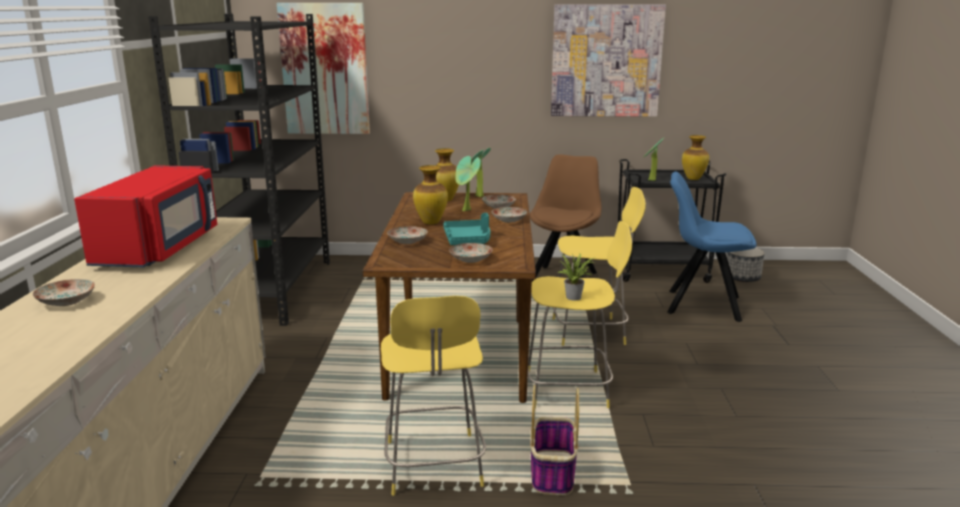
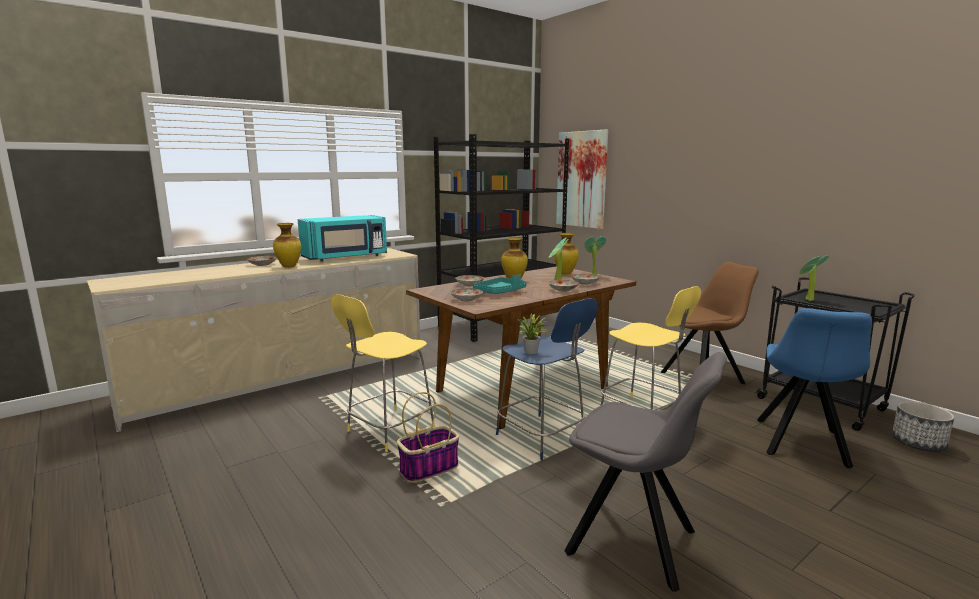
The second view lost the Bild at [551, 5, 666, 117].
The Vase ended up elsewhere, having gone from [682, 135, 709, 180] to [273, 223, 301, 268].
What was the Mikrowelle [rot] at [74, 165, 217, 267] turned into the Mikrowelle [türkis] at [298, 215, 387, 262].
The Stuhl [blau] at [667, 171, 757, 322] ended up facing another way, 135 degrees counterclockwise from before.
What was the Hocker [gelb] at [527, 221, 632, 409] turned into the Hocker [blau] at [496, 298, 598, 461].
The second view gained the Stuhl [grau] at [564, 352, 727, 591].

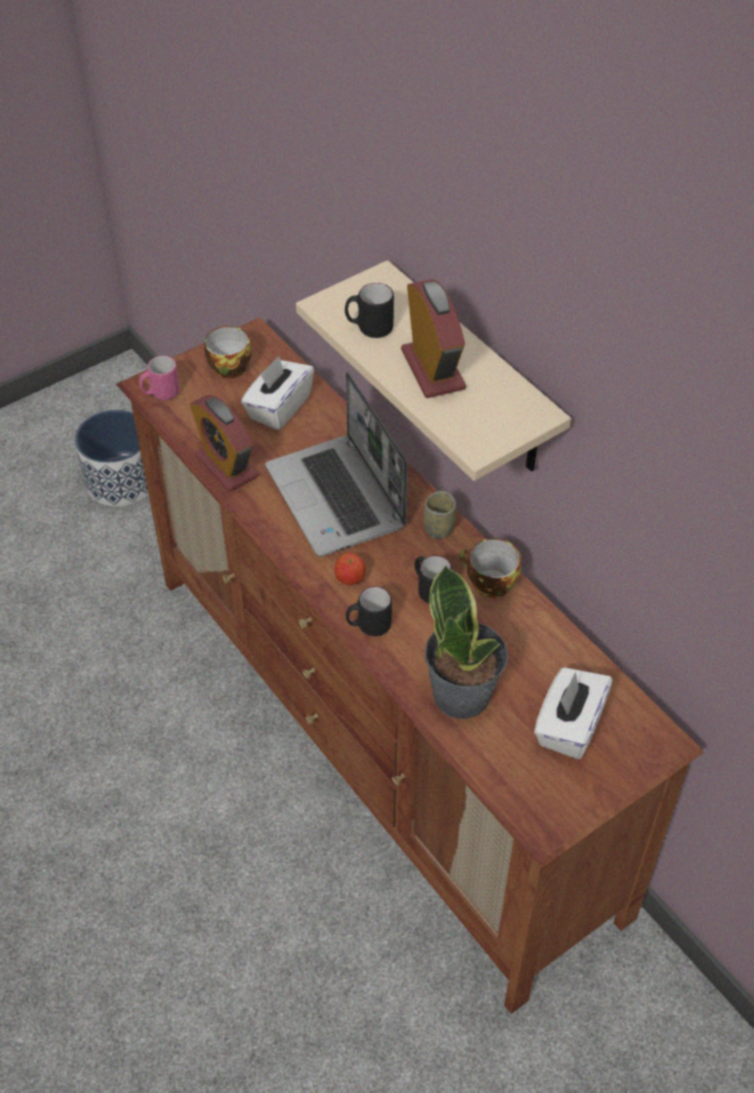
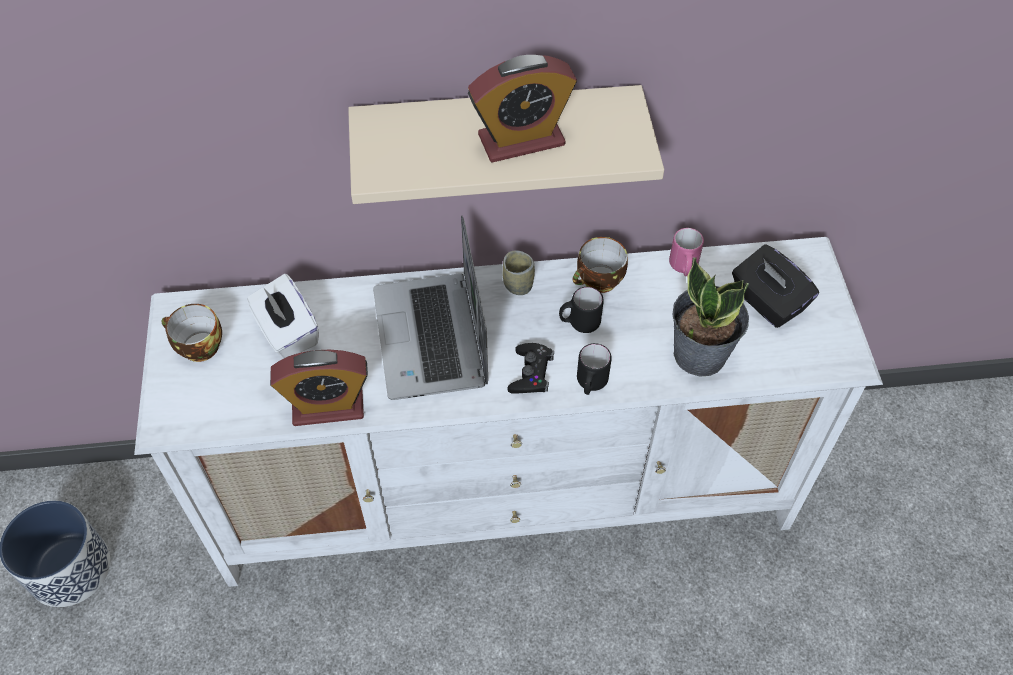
The Wecker at [401, 279, 466, 398] ended up facing another way, 150 degrees clockwise from before.
The second view lost the Henkelbecher [schwarz] at [345, 283, 394, 338].
What was the Kommode [braun] at [116, 318, 703, 1014] turned into the Kommode [weiß] at [134, 237, 883, 587].
The Henkelbecher [rosa] ended up elsewhere, having gone from [139, 356, 180, 400] to [669, 228, 704, 276].
The Laptop at [265, 372, 408, 557] ended up facing another way, 75 degrees clockwise from before.
Where the Apfel stood at [334, 553, 366, 585], the Gamepad [schwarz] came to stand at [507, 343, 554, 394].
What was the Taschentuchbox [weiß] at [534, 668, 612, 759] turned into the Taschentuchbox [schwarz] at [732, 244, 819, 328].

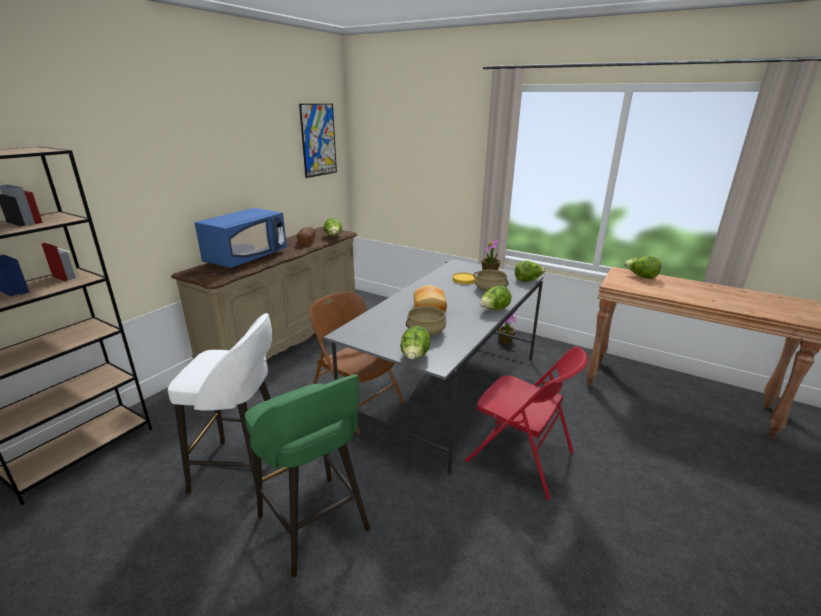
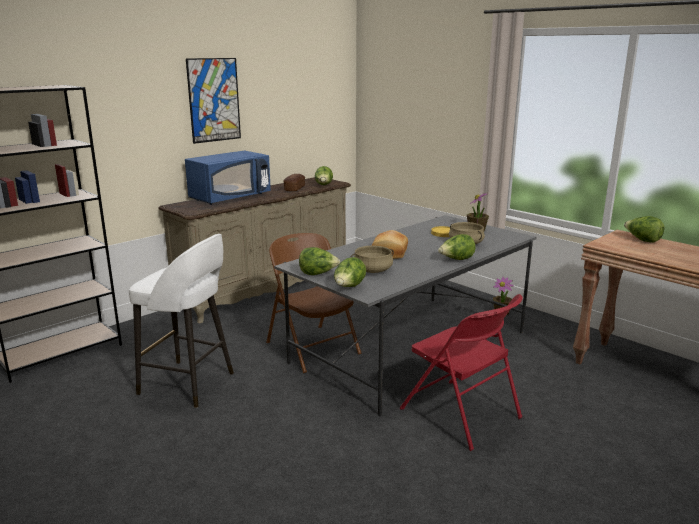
The Bild ended up elsewhere, having gone from [299, 104, 337, 178] to [186, 58, 241, 144].
The Salatkopf ended up elsewhere, having gone from [515, 261, 546, 282] to [299, 247, 340, 275].
The second view lost the Hocker [grün] at [245, 374, 370, 577].

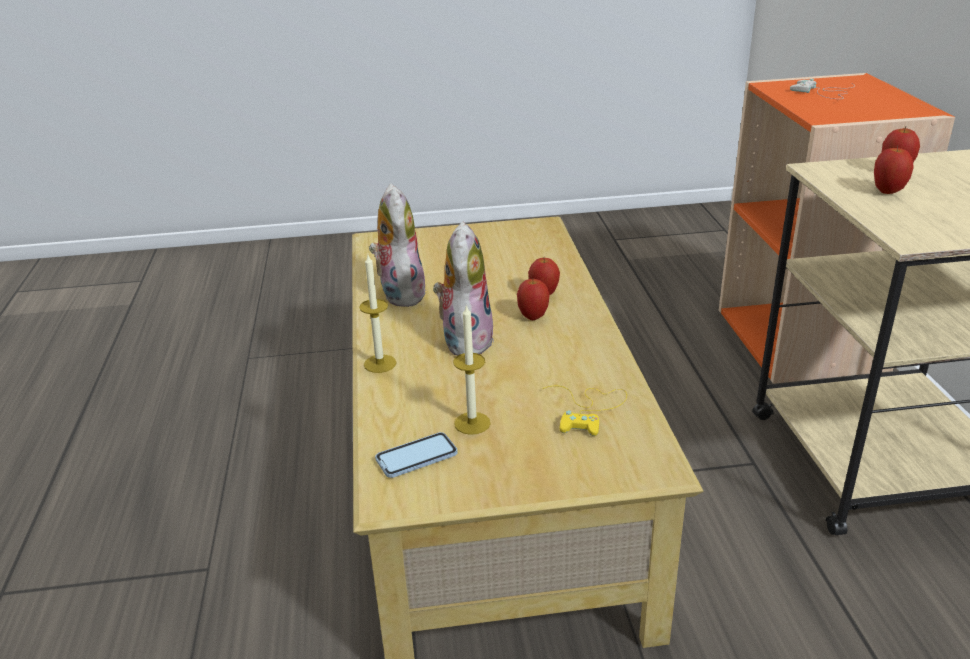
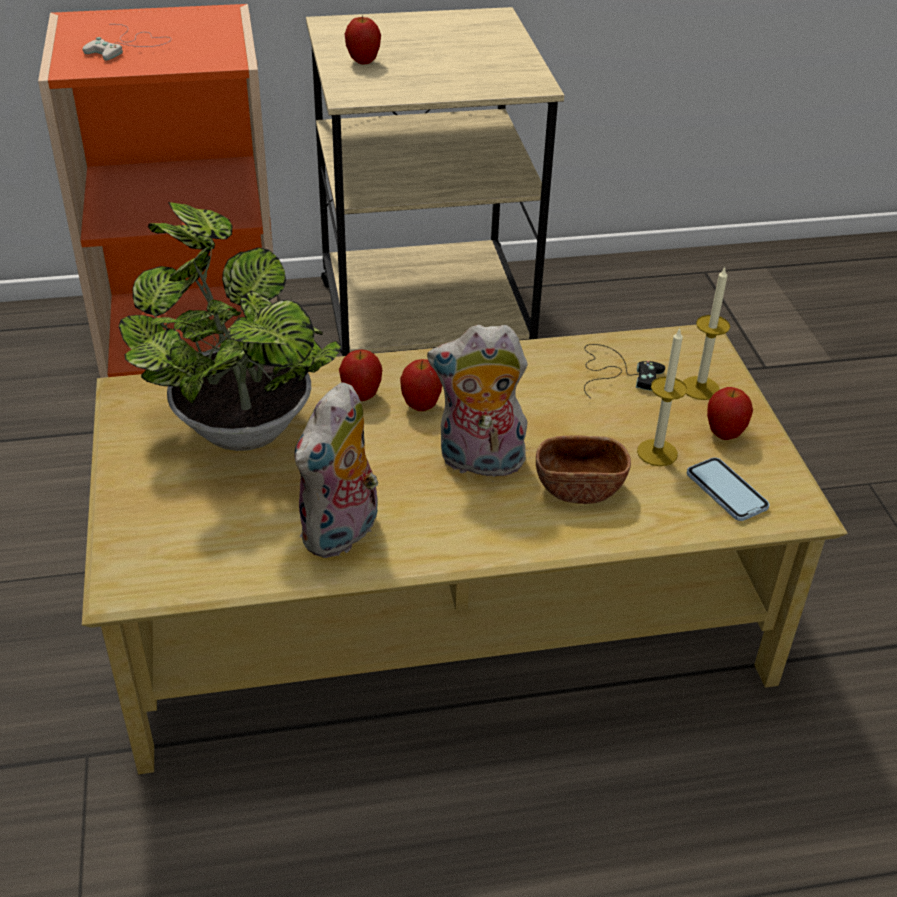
The Apfel ended up elsewhere, having gone from [874, 145, 914, 194] to [707, 387, 753, 440].
The Plüschtier at [369, 184, 426, 307] ended up facing another way, 45 degrees counterclockwise from before.
The Kerze ended up elsewhere, having gone from [359, 255, 397, 373] to [683, 267, 730, 400].
What was the Gamepad [gelb] at [542, 386, 627, 436] turned into the Gamepad [schwarz] at [584, 344, 665, 398].
The second view gained the Topfpflanze at [119, 202, 341, 451].
The second view gained the Schüssel [braun] at [536, 436, 631, 504].

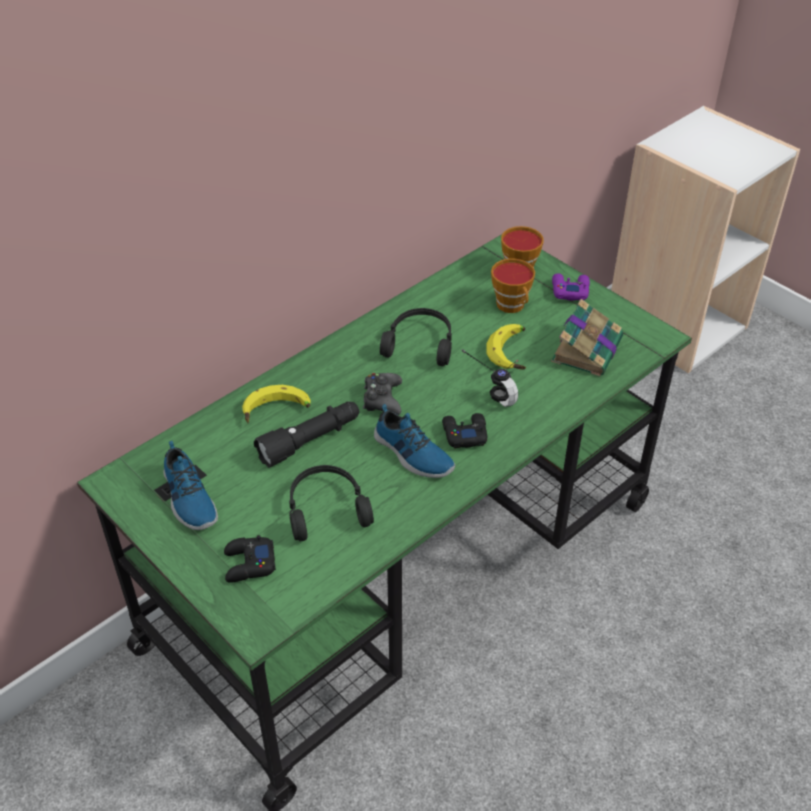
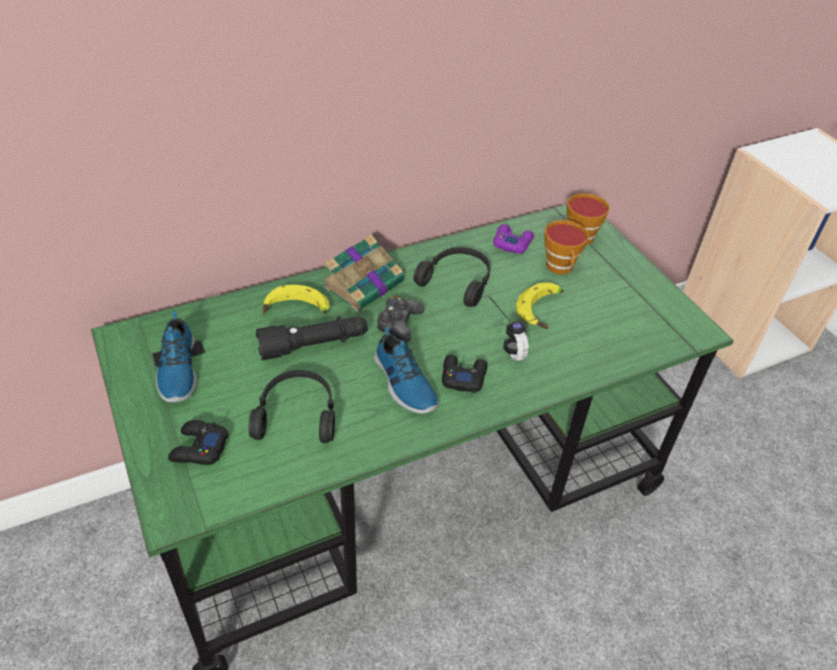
The Gamepad [lila] ended up elsewhere, having gone from [552, 273, 590, 301] to [493, 224, 534, 254].
The Buch ended up elsewhere, having gone from [551, 299, 623, 376] to [322, 234, 405, 311].

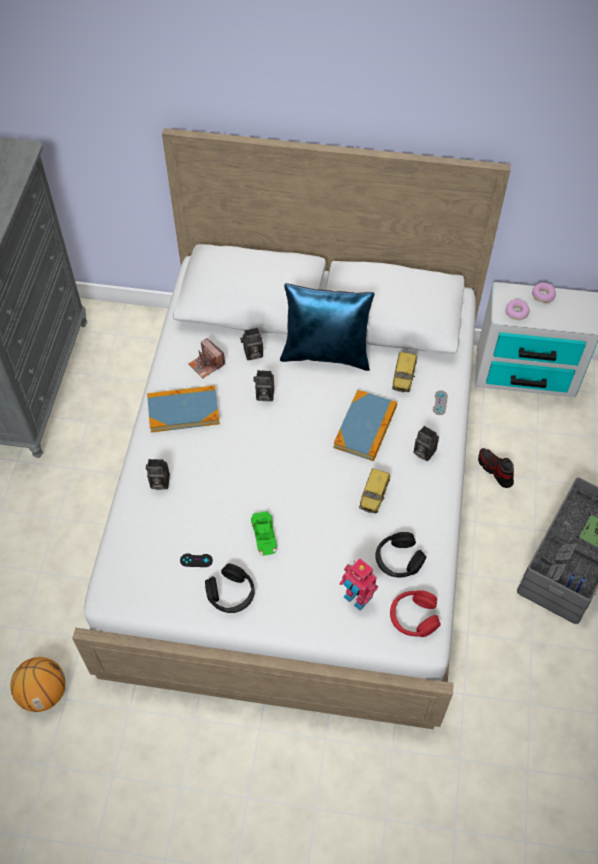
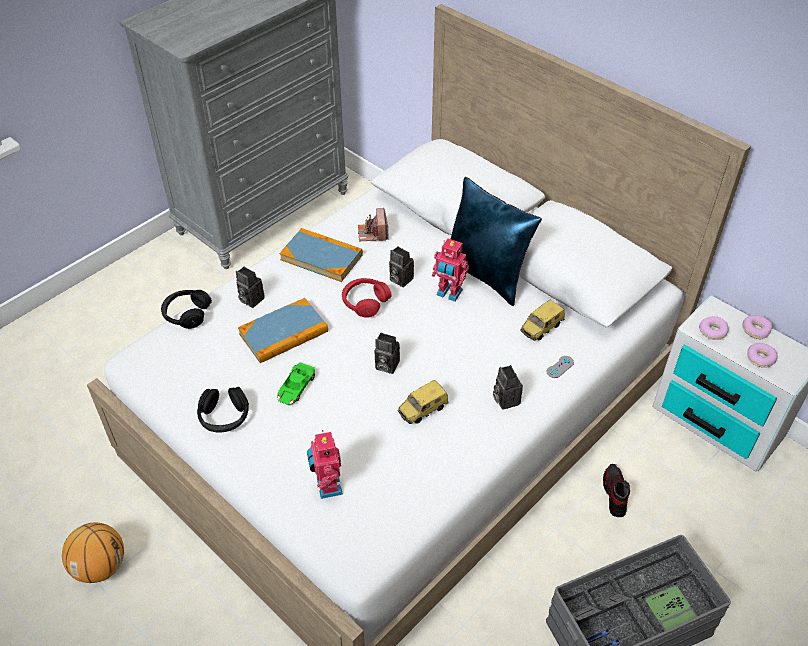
The Kamera ended up elsewhere, having gone from [240, 328, 263, 360] to [374, 333, 400, 374].
The Buch ended up elsewhere, having gone from [333, 390, 397, 461] to [238, 298, 328, 363].
The Kopfhörer [schwarz] ended up elsewhere, having gone from [375, 532, 426, 578] to [161, 290, 212, 329].
The second view lost the Gamepad [schwarz] at [180, 553, 213, 567].
The Kopfhörer [rot] ended up elsewhere, having gone from [390, 590, 441, 637] to [342, 278, 392, 318].
The Basketball ended up elsewhere, having gone from [10, 657, 66, 712] to [62, 523, 124, 583].
The second view gained the Spielzeugroboter at [432, 238, 469, 302].
The second view gained the Donut at [747, 343, 778, 368].

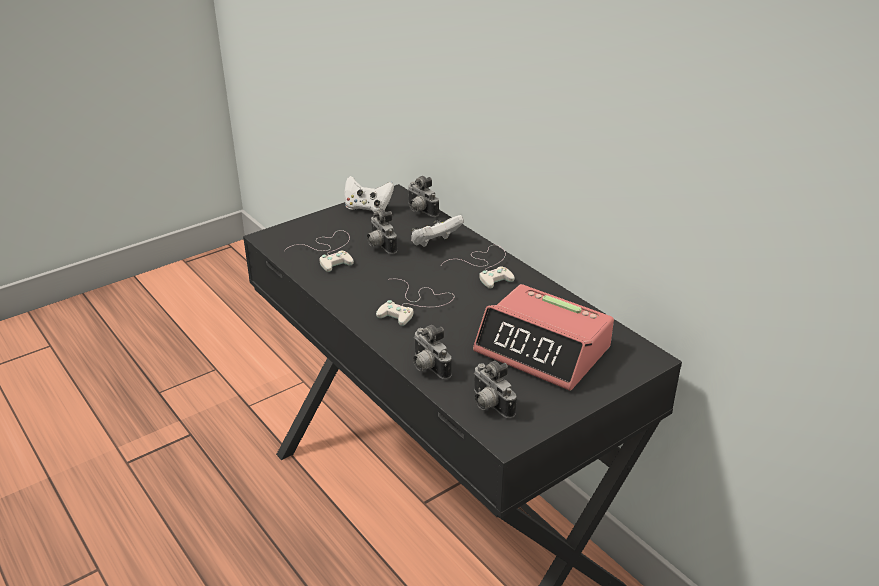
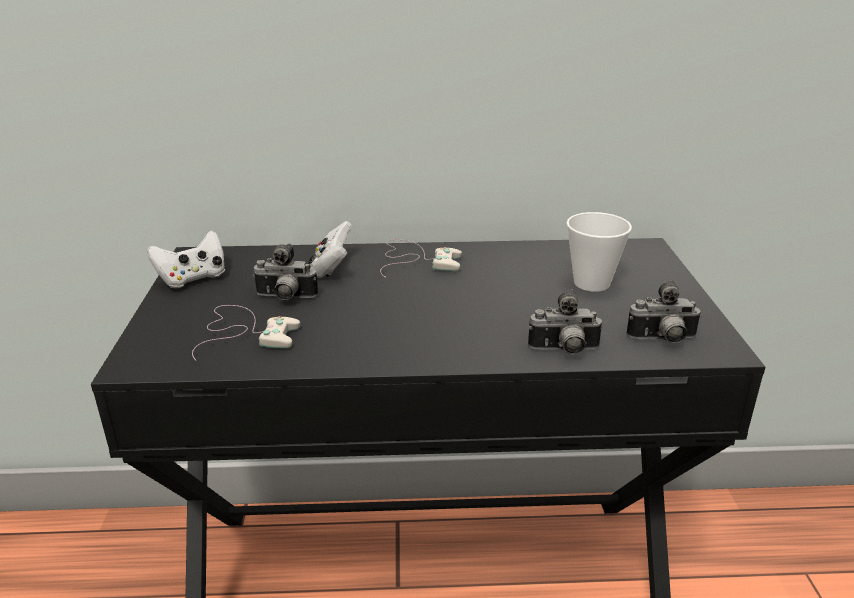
The second view lost the Kamera at [408, 176, 439, 217].
The second view lost the Gamepad [weiß] at [376, 279, 455, 326].
Where the Wecker stood at [473, 284, 614, 391], the Tasse came to stand at [566, 212, 632, 292].

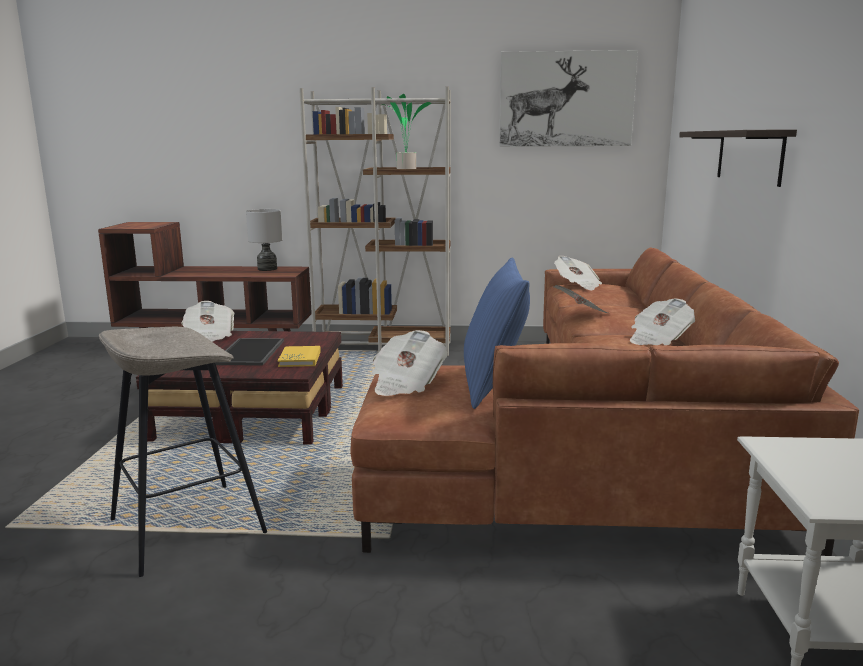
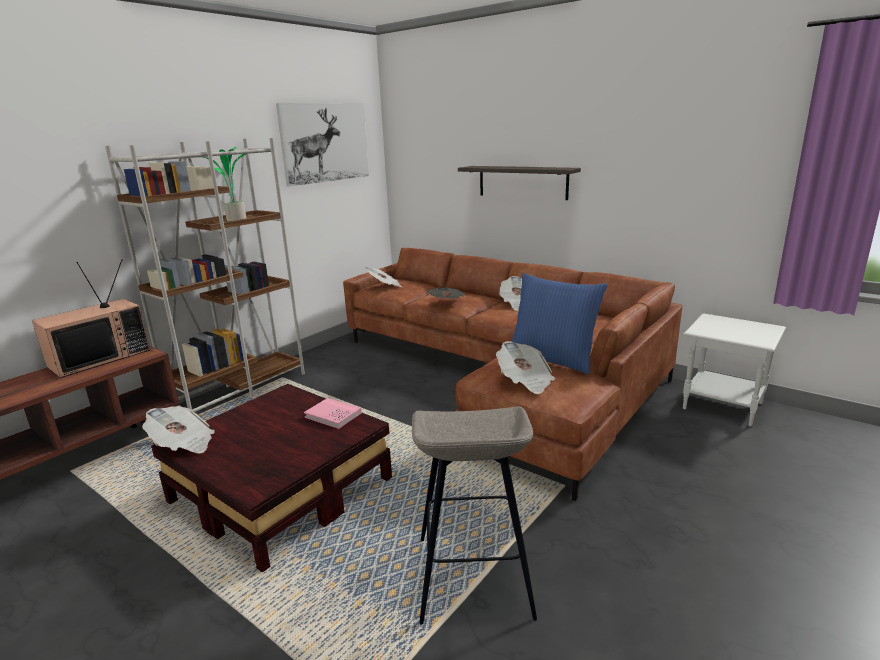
Where the Tischlampe [grau] stood at [246, 209, 282, 271], the Fernseher came to stand at [32, 259, 150, 378].
The second view lost the Tablett at [215, 338, 284, 365].
What was the Buch [gelb] at [278, 346, 321, 367] turned into the Buch [rosa] at [304, 398, 362, 429].

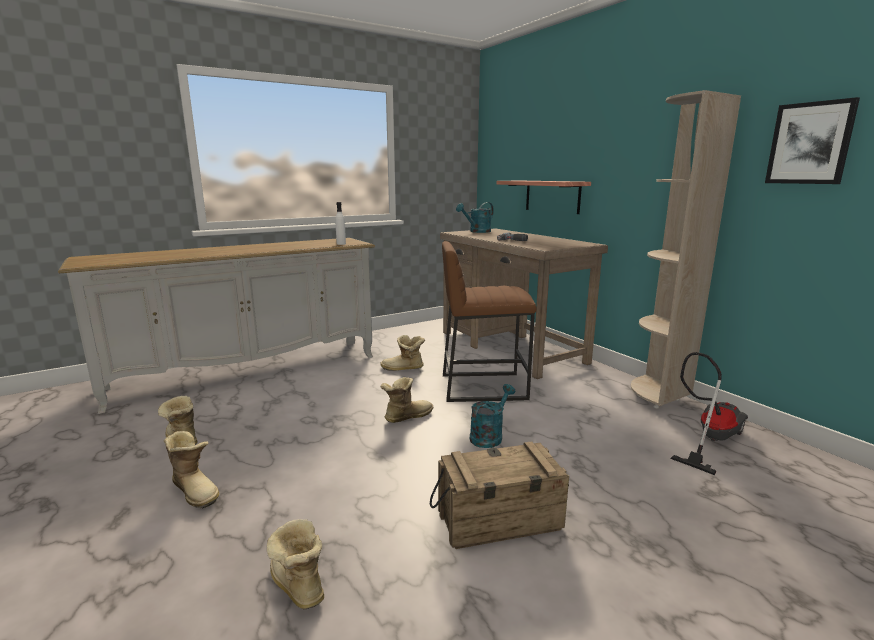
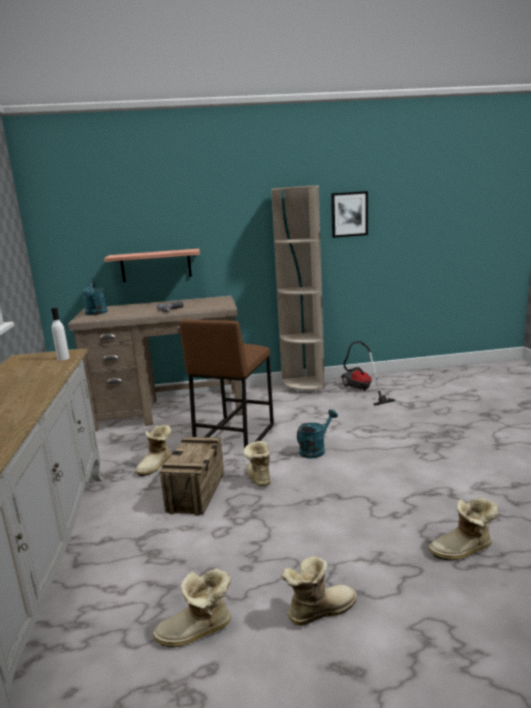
The Gießkanne [türkis] at [470, 384, 515, 448] ended up facing another way, 75 degrees clockwise from before.
The Kiste ended up elsewhere, having gone from [430, 441, 569, 549] to [159, 437, 224, 516].

